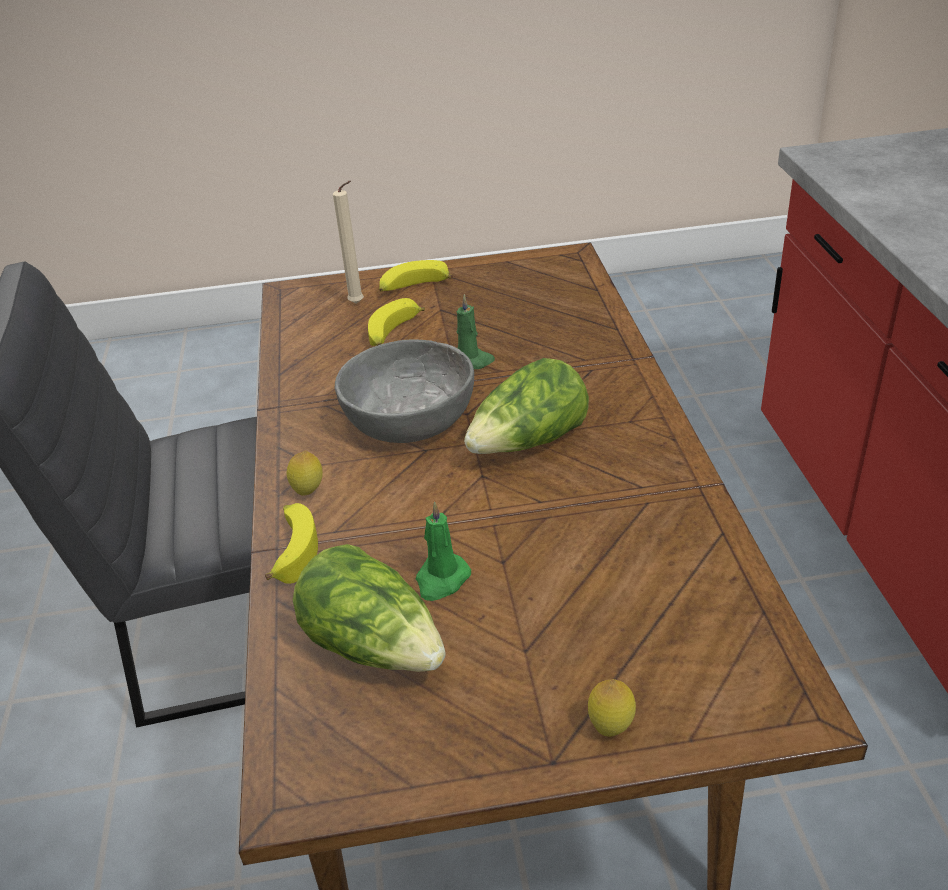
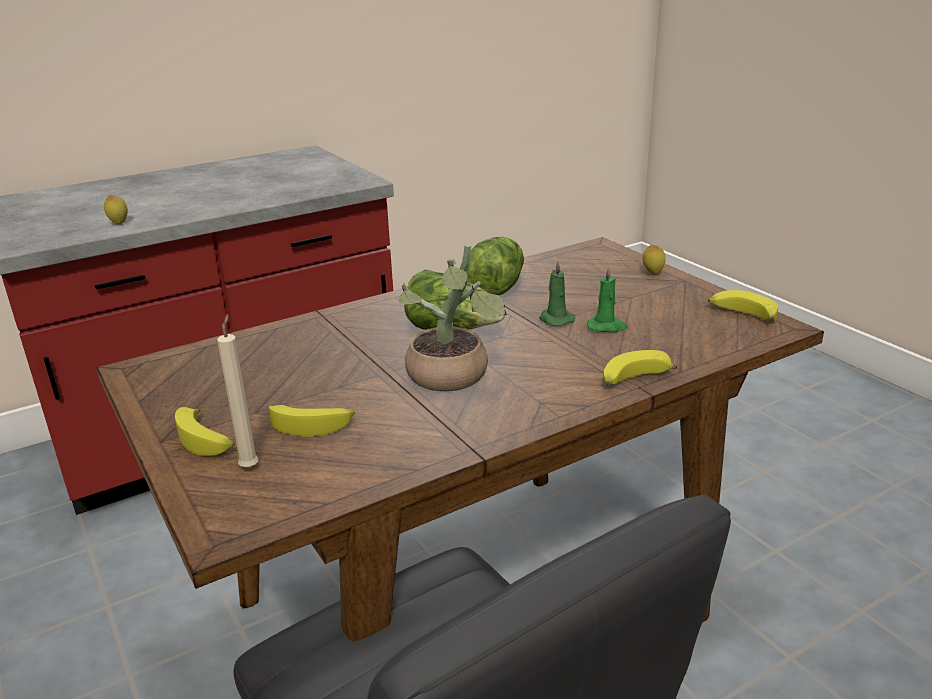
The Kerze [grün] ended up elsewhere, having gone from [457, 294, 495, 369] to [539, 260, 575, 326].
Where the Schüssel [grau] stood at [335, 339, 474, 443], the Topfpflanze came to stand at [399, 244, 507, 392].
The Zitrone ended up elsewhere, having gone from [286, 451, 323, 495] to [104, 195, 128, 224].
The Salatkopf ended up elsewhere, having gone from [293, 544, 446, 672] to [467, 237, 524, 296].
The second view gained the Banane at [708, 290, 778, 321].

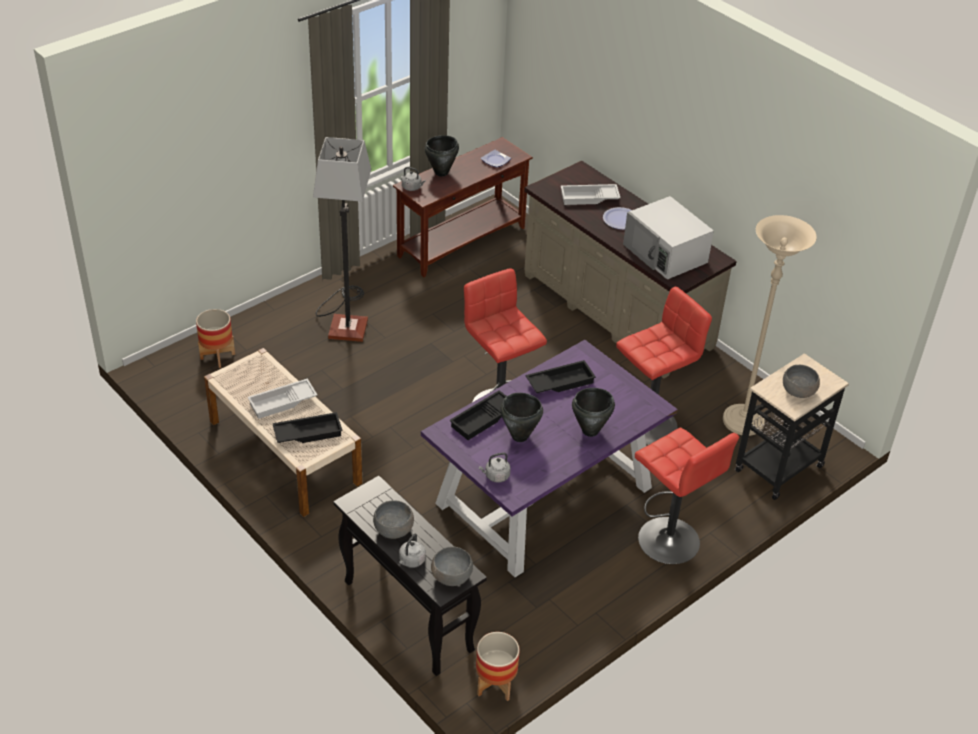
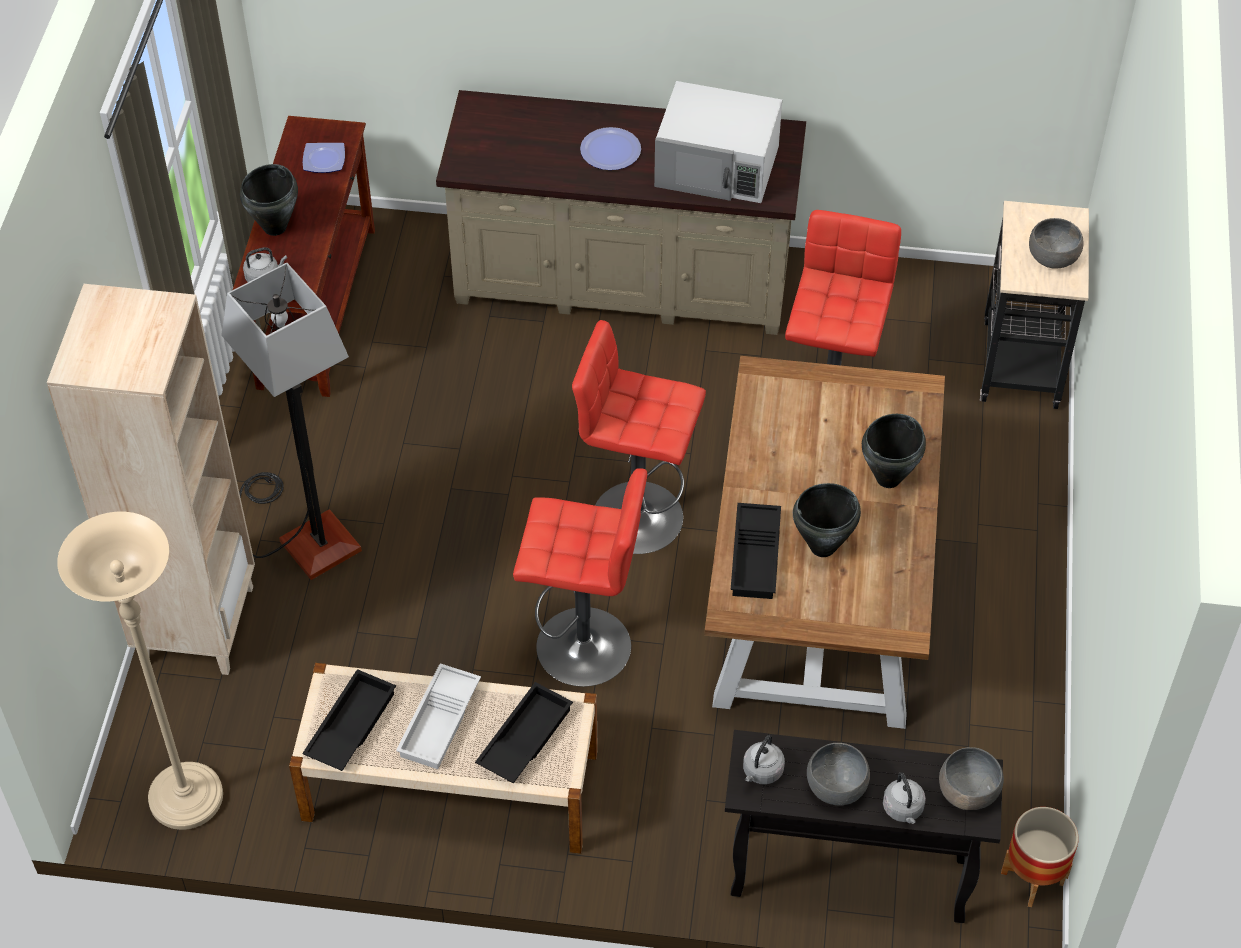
The second view lost the Tablett [weiß] at [561, 184, 620, 205].
The Stehlampe [beige] ended up elsewhere, having gone from [723, 215, 817, 436] to [57, 512, 223, 830].
The second view lost the Pflanzkübel at [196, 309, 235, 368].
What was the Esstisch [lila] at [421, 340, 678, 577] turned into the Esstisch [braun] at [704, 356, 945, 729].
The Tablett [schwarz] ended up elsewhere, having gone from [525, 360, 596, 393] to [302, 669, 396, 771].
The Hocker [rot] ended up elsewhere, having gone from [635, 428, 739, 564] to [513, 468, 647, 687].
The Wasserkessel [grau] ended up elsewhere, having gone from [479, 453, 511, 483] to [743, 735, 785, 785].
The second view gained the Bücherregal [beige] at [47, 284, 255, 675].

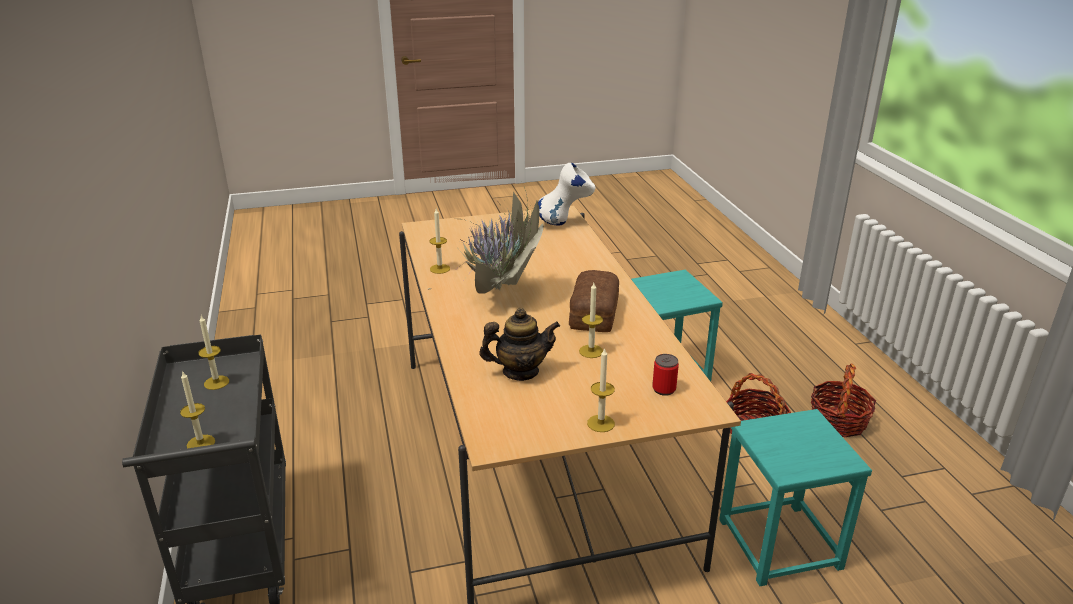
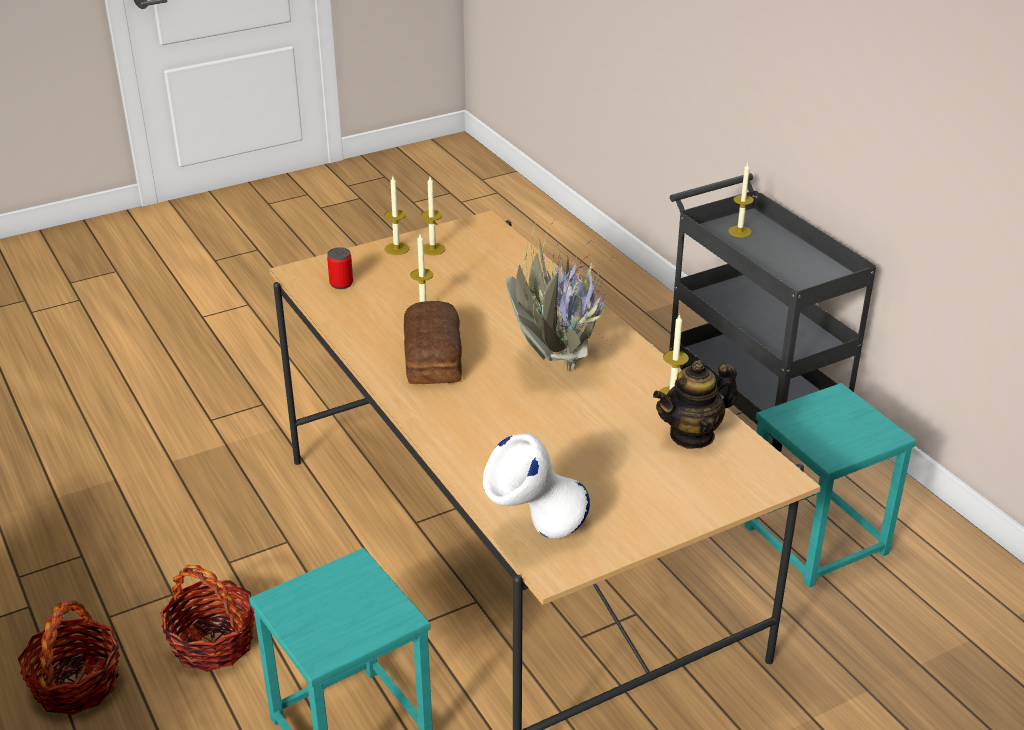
The Teekanne ended up elsewhere, having gone from [479, 308, 560, 381] to [653, 360, 738, 449].
The Kerze ended up elsewhere, having gone from [198, 316, 229, 390] to [421, 177, 445, 256].
The Hocker [türkis] ended up elsewhere, having gone from [719, 409, 872, 586] to [744, 383, 916, 588].

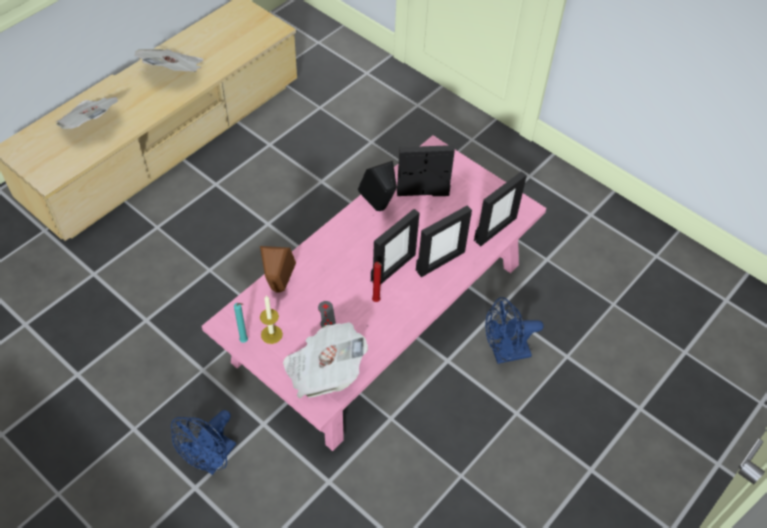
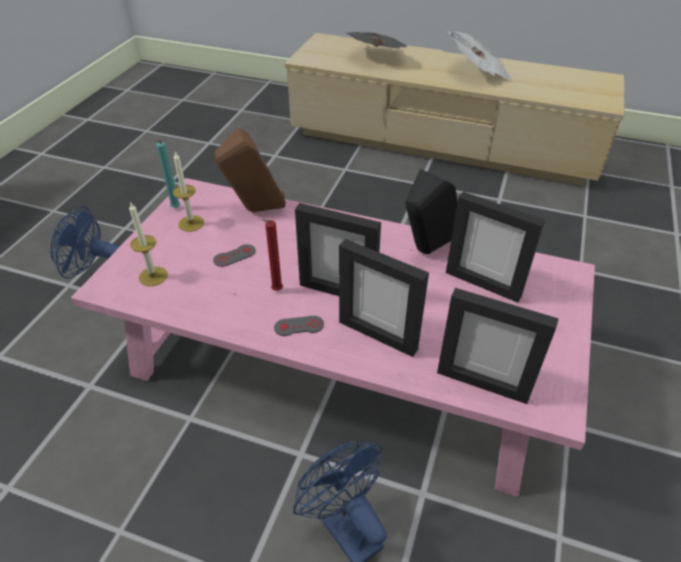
The Bilderrahmen at [397, 145, 455, 196] ended up facing another way, 150 degrees clockwise from before.
Where the Zeitung stood at [283, 322, 368, 398], the Kerze came to stand at [129, 201, 168, 286].
The second view gained the Gamepad [grau] at [274, 316, 324, 336].

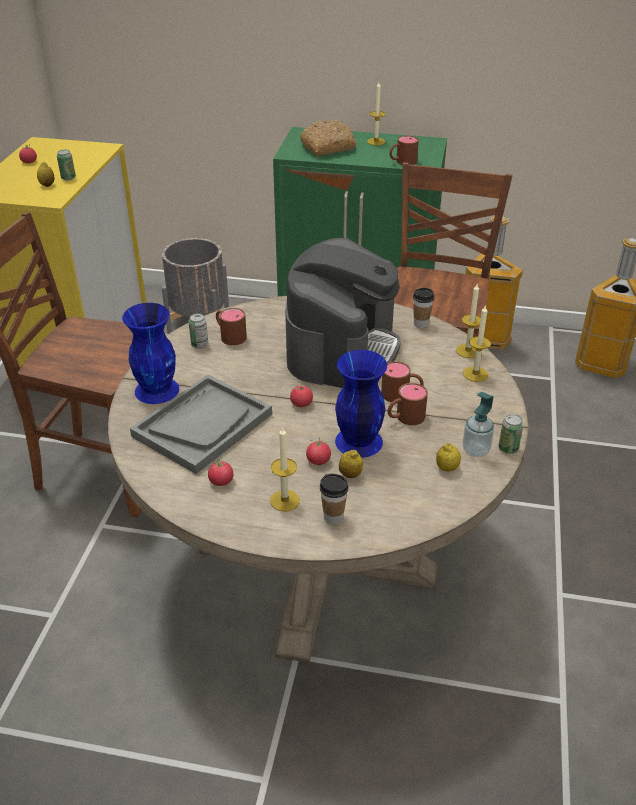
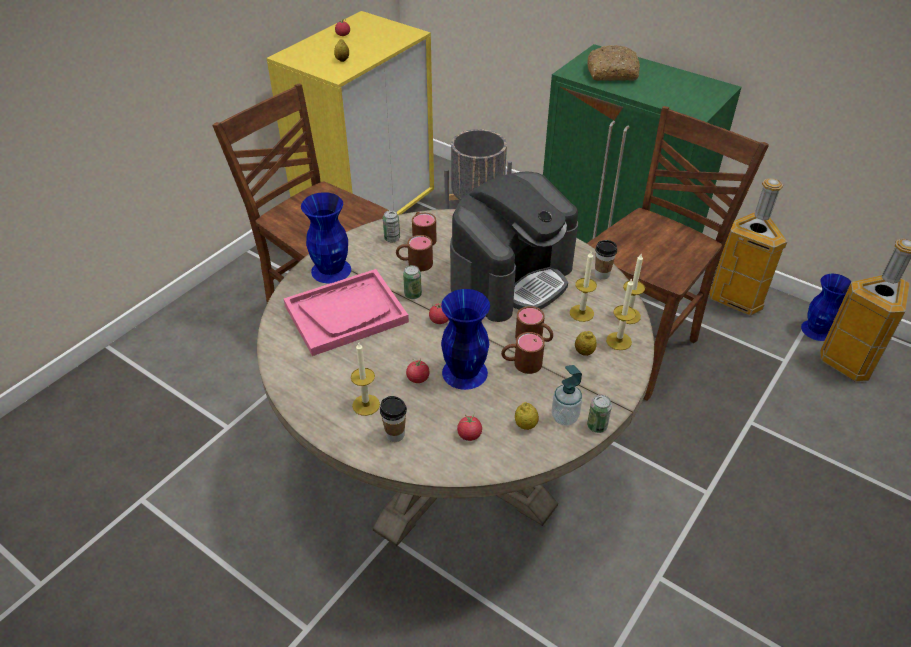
The Kerze ended up elsewhere, having gone from [367, 82, 385, 145] to [570, 252, 597, 322].
The Henkelbecher [braun] ended up elsewhere, having gone from [389, 136, 419, 166] to [396, 235, 433, 271].
The Dose ended up elsewhere, having gone from [57, 150, 76, 181] to [403, 265, 422, 299].
What was the Tablett [grau] at [130, 375, 272, 474] turned into the Tablett [rosa] at [284, 269, 409, 356].
The Zitrone ended up elsewhere, having gone from [339, 450, 363, 478] to [575, 331, 597, 356].
The Tomate ended up elsewhere, having gone from [208, 458, 234, 486] to [457, 415, 482, 441].
The second view gained the Vase [blau] at [801, 274, 852, 341].

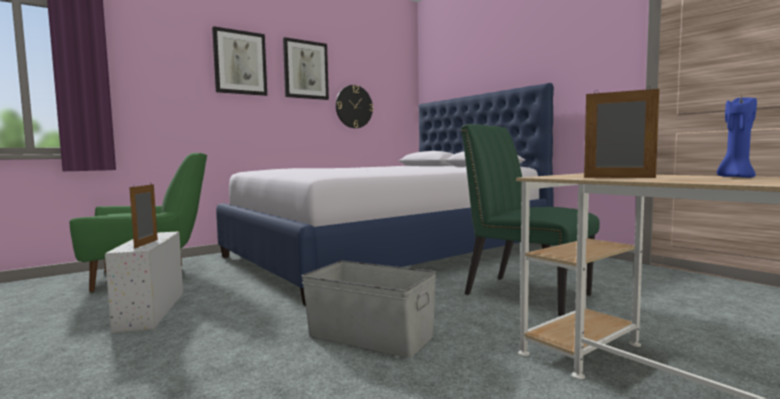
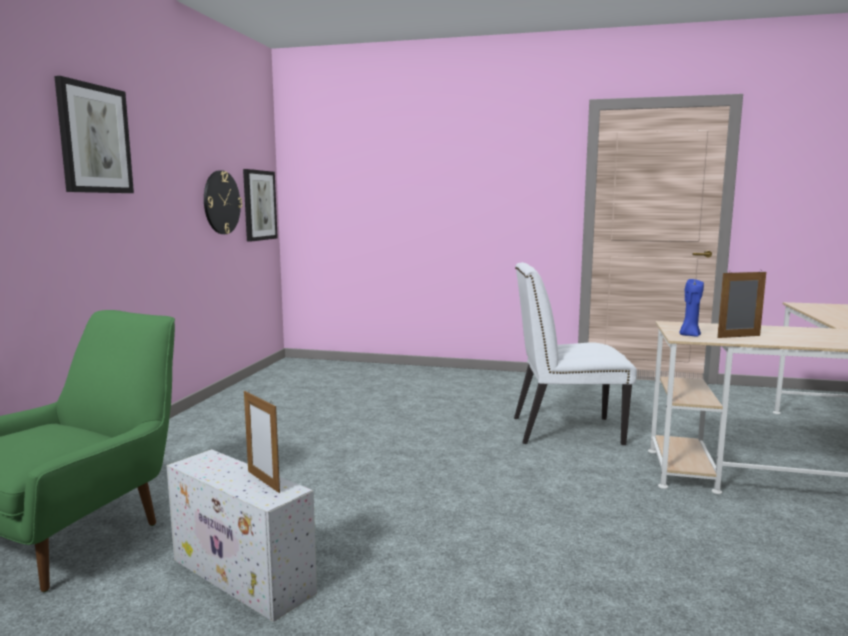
The Bild ended up elsewhere, having gone from [283, 37, 329, 100] to [243, 169, 278, 242].
The second view lost the Bett [weiß] at [216, 83, 554, 306].
The Kerze [blau] ended up elsewhere, having gone from [717, 94, 757, 178] to [679, 279, 704, 337].
What was the Stuhl [grün] at [461, 124, 600, 316] turned into the Stuhl [weiß] at [514, 262, 637, 445].
The second view lost the Aufbewahrungsbox [grau] at [302, 261, 436, 358].

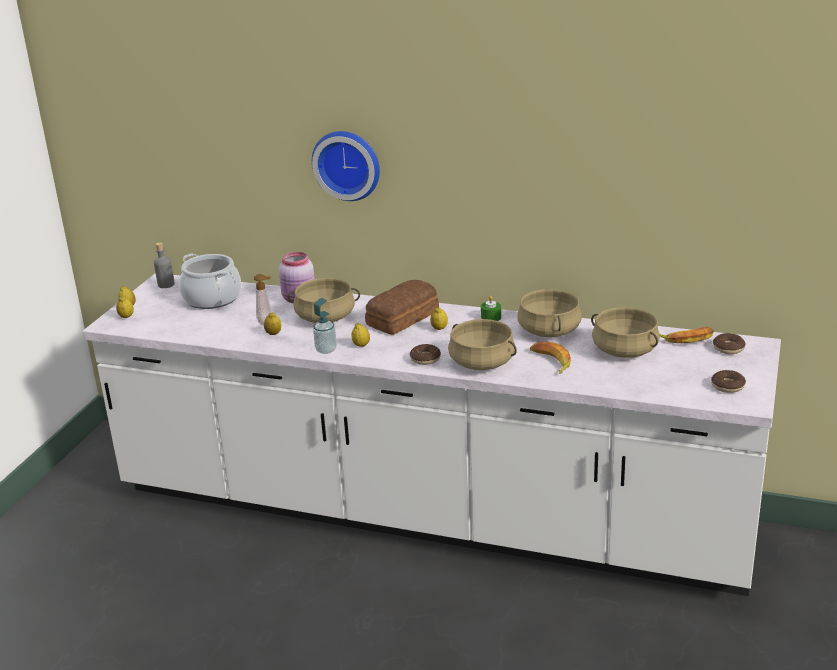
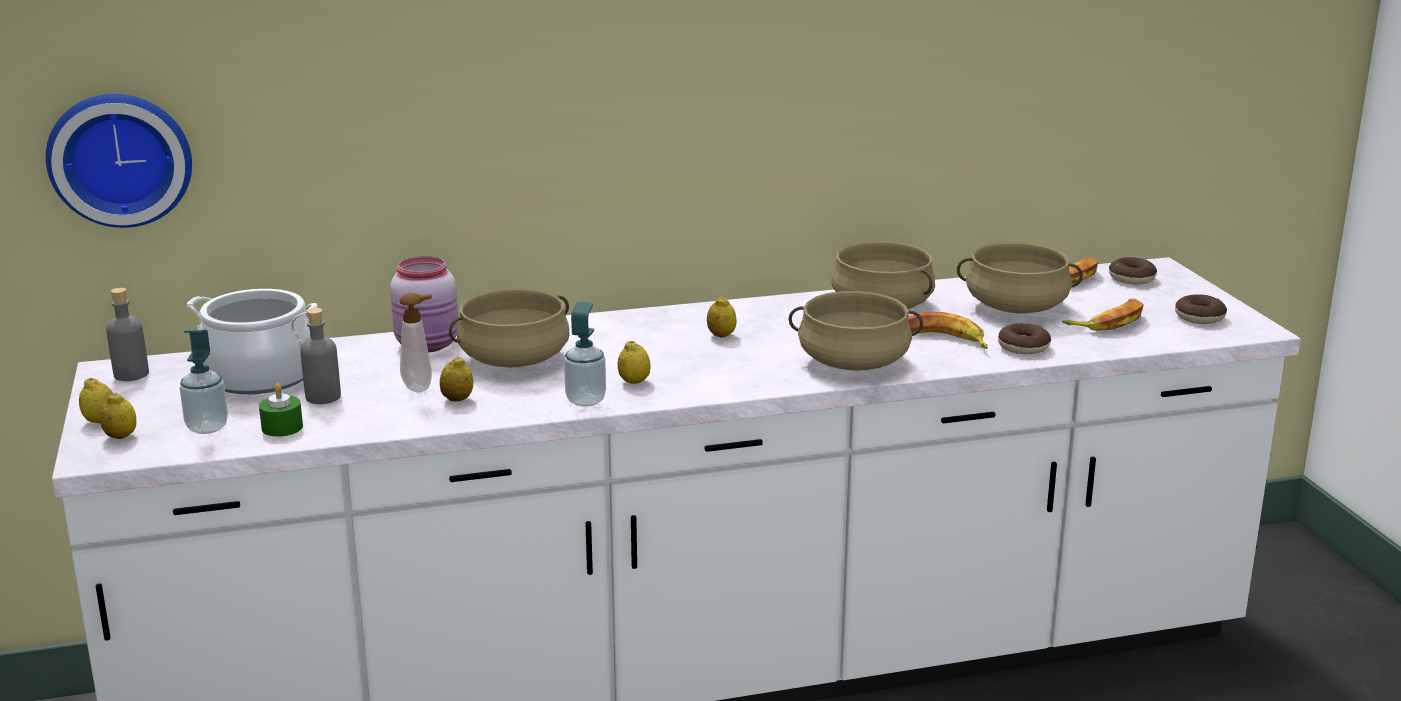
The Wanduhr ended up elsewhere, having gone from [312, 131, 380, 201] to [46, 94, 192, 228].
The second view lost the Brot at [365, 280, 439, 335].
The Kerze [grün] ended up elsewhere, having gone from [481, 296, 501, 321] to [259, 383, 303, 437].
The Donut ended up elsewhere, having gone from [410, 344, 441, 365] to [998, 323, 1051, 354].
The second view gained the Banane at [1062, 299, 1144, 331].
The second view gained the Flasche [grau] at [300, 308, 341, 404].
The second view gained the Seifenspender at [180, 330, 228, 434].

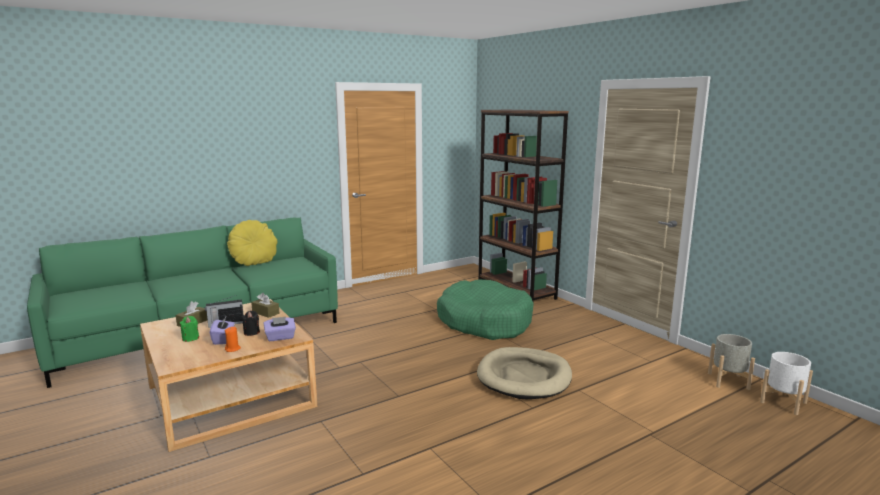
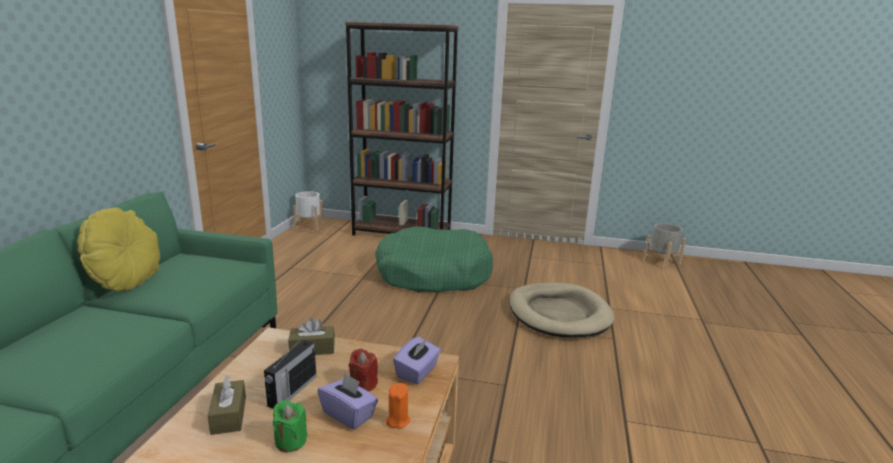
What was the Kerze [schwarz] at [242, 311, 260, 336] turned into the Kerze [rot] at [349, 349, 378, 392].
The Pflanzkübel [weiß] ended up elsewhere, having gone from [760, 352, 813, 415] to [293, 191, 323, 230].

